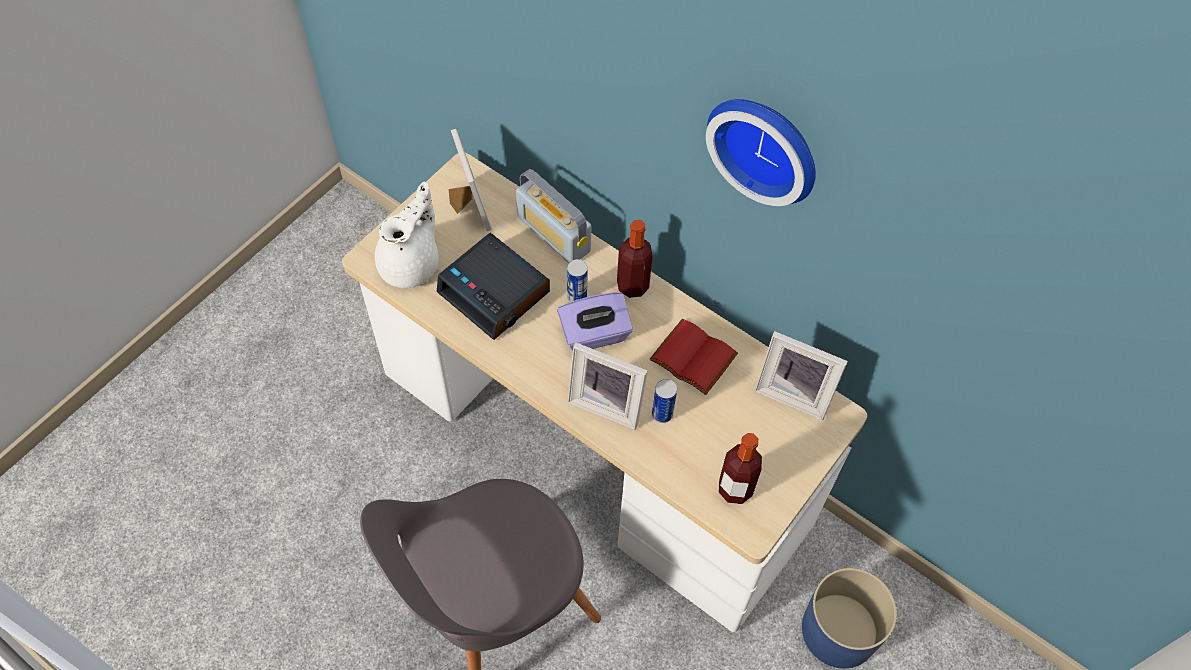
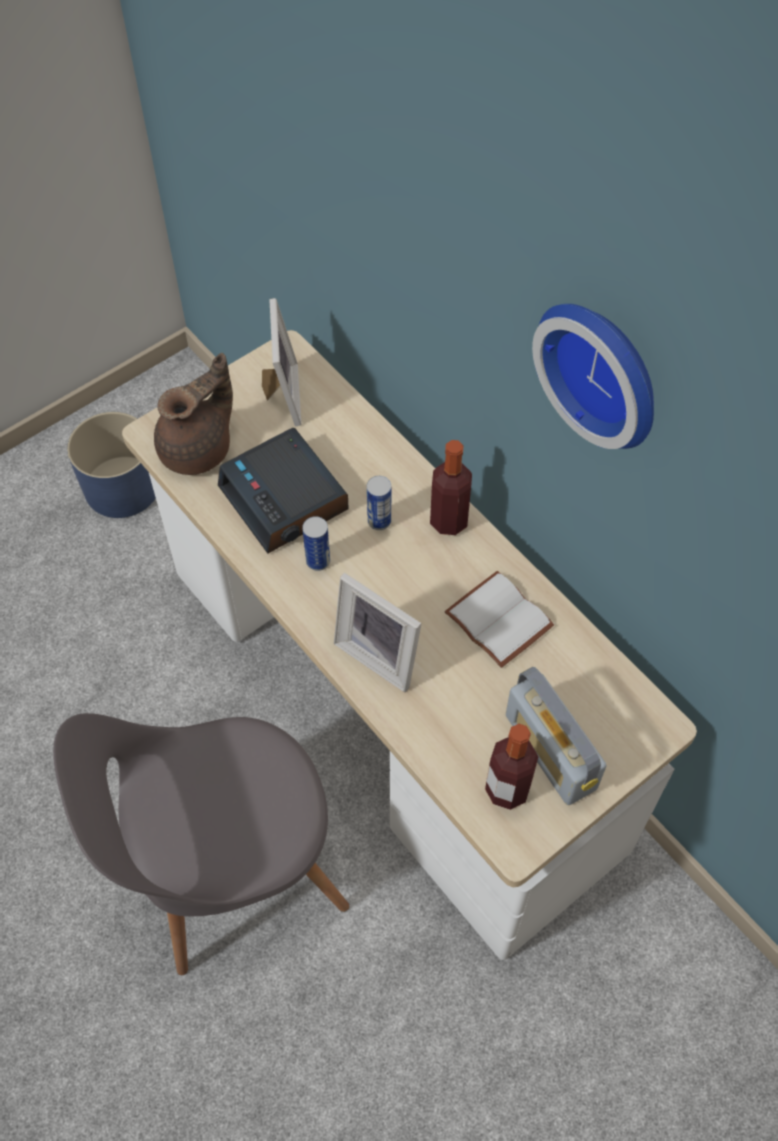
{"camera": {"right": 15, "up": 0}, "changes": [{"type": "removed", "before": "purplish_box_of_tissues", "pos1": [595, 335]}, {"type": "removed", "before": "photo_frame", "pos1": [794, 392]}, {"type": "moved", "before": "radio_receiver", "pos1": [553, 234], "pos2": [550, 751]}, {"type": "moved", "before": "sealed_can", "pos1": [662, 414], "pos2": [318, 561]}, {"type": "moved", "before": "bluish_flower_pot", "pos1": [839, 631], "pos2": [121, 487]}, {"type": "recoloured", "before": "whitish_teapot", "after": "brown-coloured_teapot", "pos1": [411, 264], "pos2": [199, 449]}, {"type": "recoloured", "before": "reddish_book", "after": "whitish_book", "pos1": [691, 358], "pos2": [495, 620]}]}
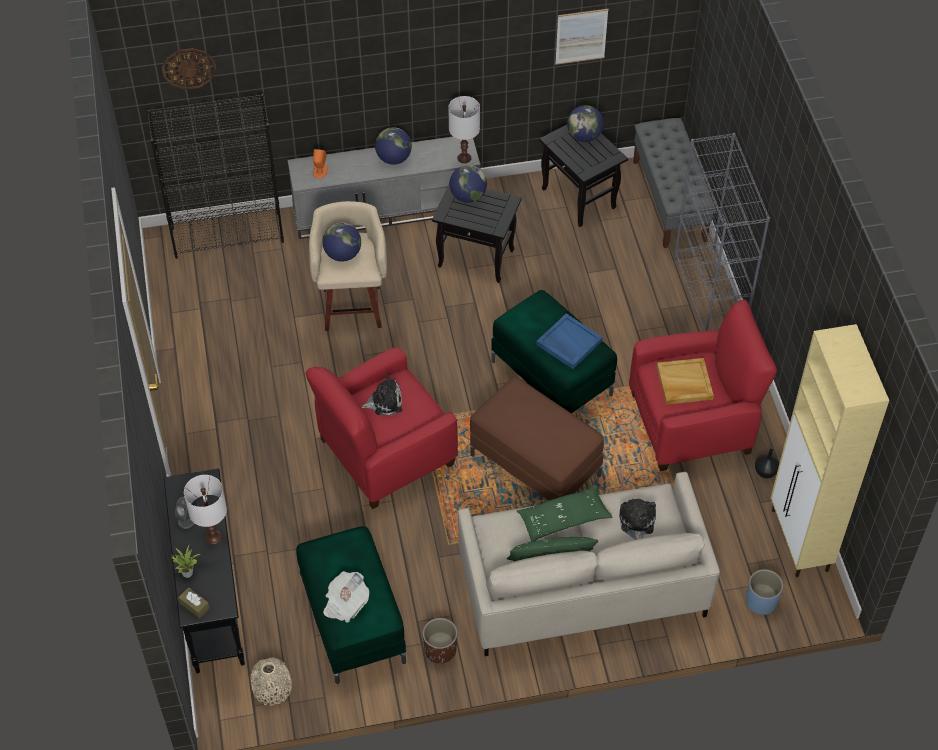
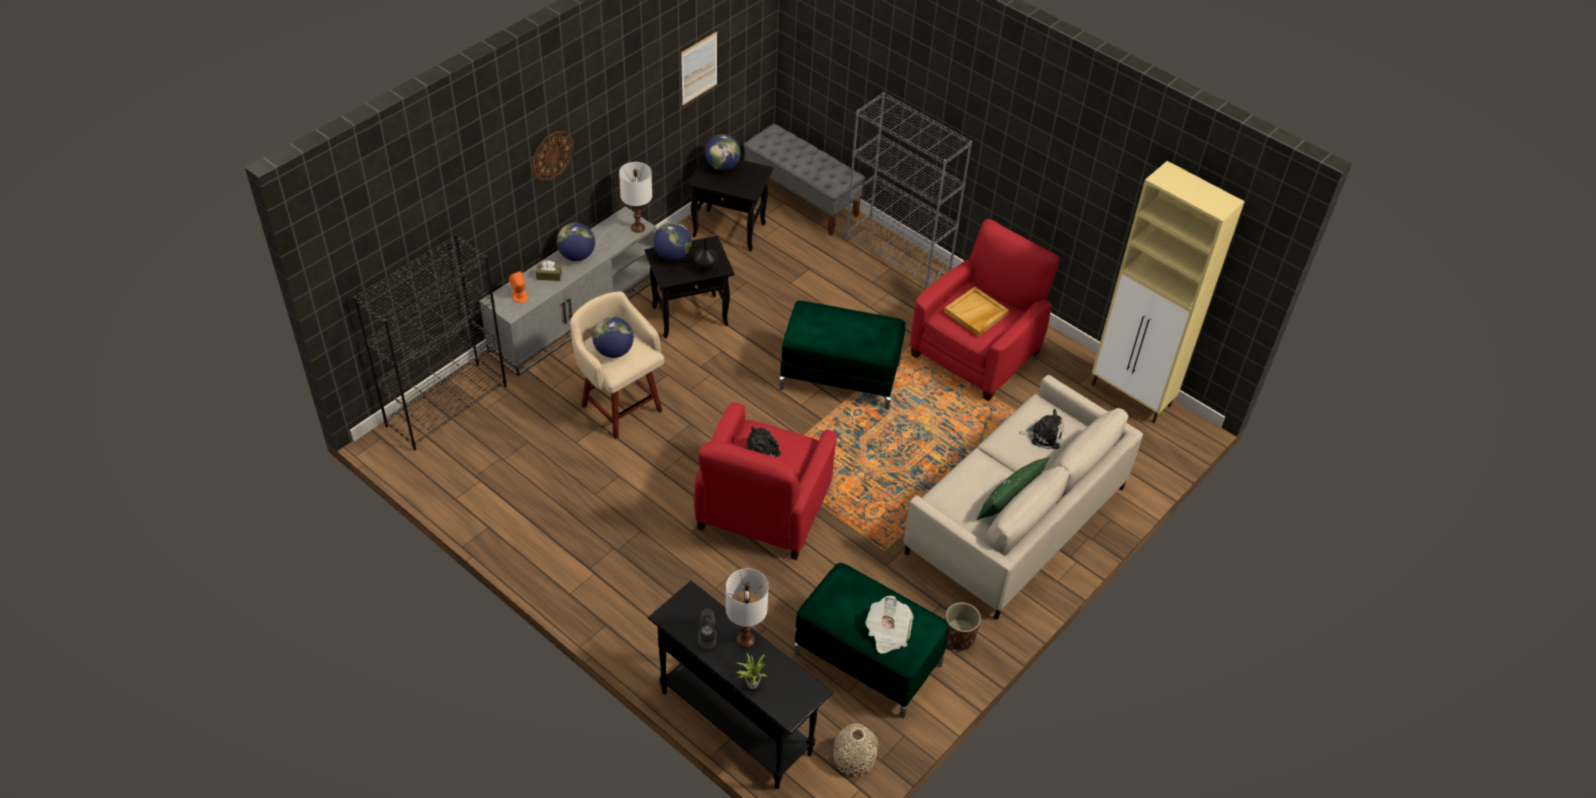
{"camera": {"right": -40, "up": -5}, "changes": [{"type": "removed", "before": "brown-coloured_pouffe", "pos1": [534, 465]}, {"type": "removed", "before": "green-coloured_pillow", "pos1": [563, 519]}, {"type": "removed", "before": "bluish_tray", "pos1": [568, 343]}, {"type": "removed", "before": "bluish_flower_pot", "pos1": [761, 601]}, {"type": "moved", "before": "hanging_clock", "pos1": [189, 68], "pos2": [552, 155]}, {"type": "moved", "before": "brown-coloured_box_of_tissues", "pos1": [194, 605], "pos2": [549, 276]}, {"type": "moved", "before": "blackish_flower_vase", "pos1": [765, 472], "pos2": [705, 267]}, {"type": "turned", "before": "soft_toy", "pos1": [636, 523], "pos2": [1044, 435], "turn": 135}]}
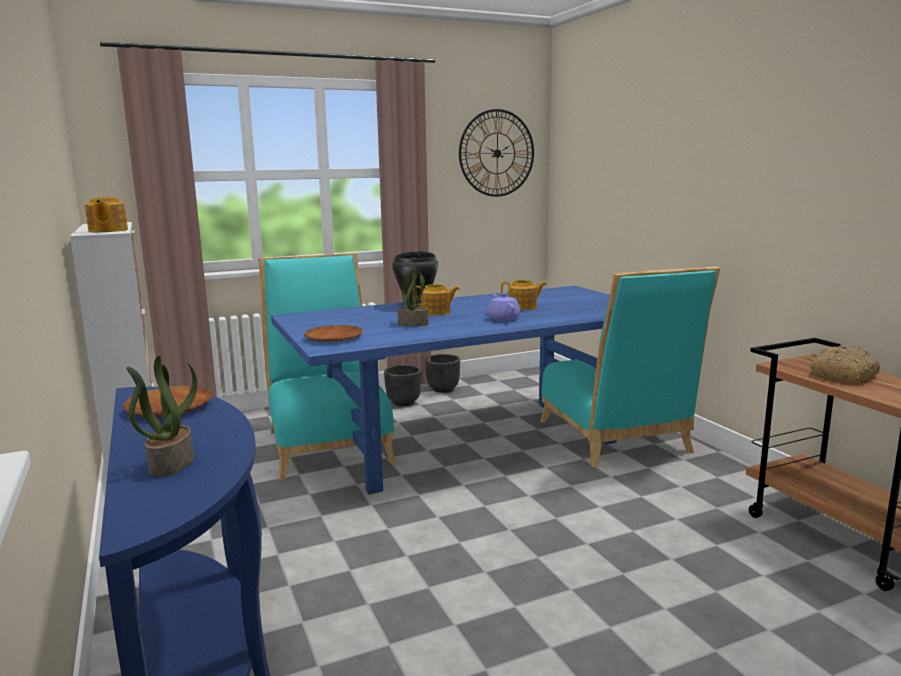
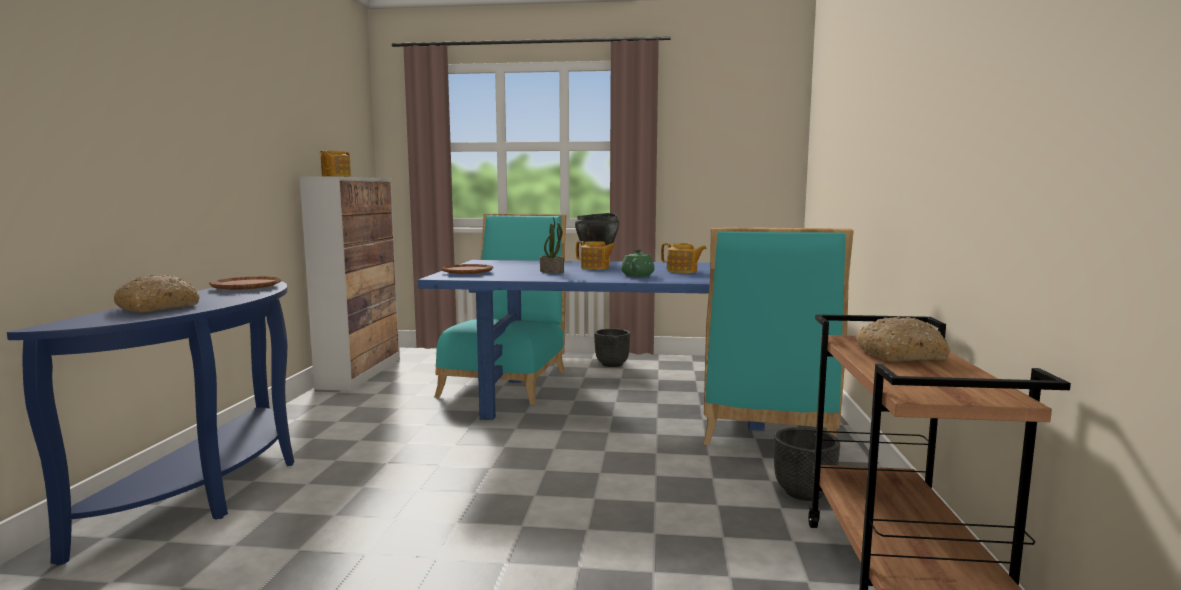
{"camera": {"right": 30, "up": -5}, "changes": [{"type": "removed", "before": "hanging_clock", "pos1": [497, 153]}, {"type": "moved", "before": "blackish_flower_pot", "pos1": [443, 389], "pos2": [804, 492]}, {"type": "replaced", "before": "potted_plant", "after": "baked_bread", "pos1": [170, 463], "pos2": [159, 307]}, {"type": "recoloured", "before": "purplish_teapot", "after": "green-coloured_teapot", "pos1": [503, 318], "pos2": [638, 275]}]}
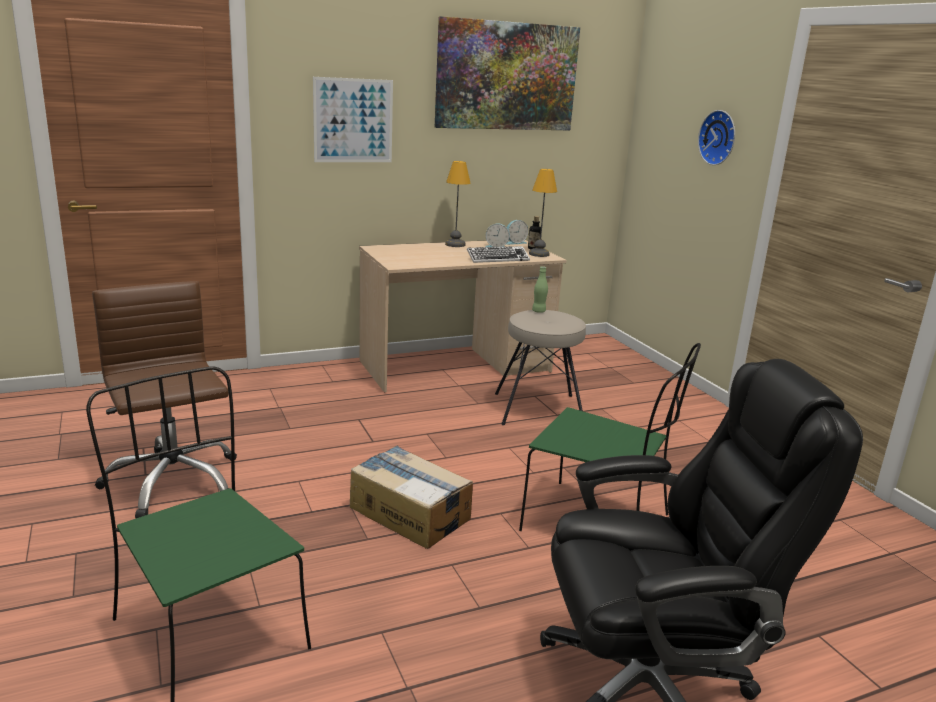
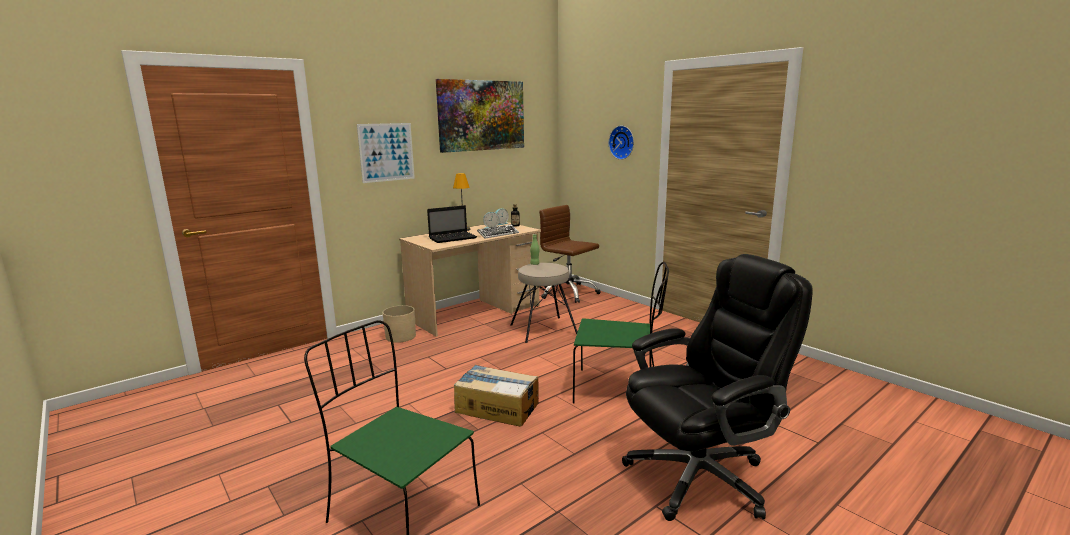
{"camera": {"right": -15, "up": -5}, "changes": [{"type": "removed", "before": "lamp_for_a_table", "pos1": [539, 254]}, {"type": "added", "after": "beige-coloured_flower_pot", "pos2": [400, 336]}, {"type": "added", "after": "portable_computer", "pos2": [453, 238]}, {"type": "moved", "before": "brown-coloured_office_chair", "pos1": [172, 482], "pos2": [568, 293]}]}
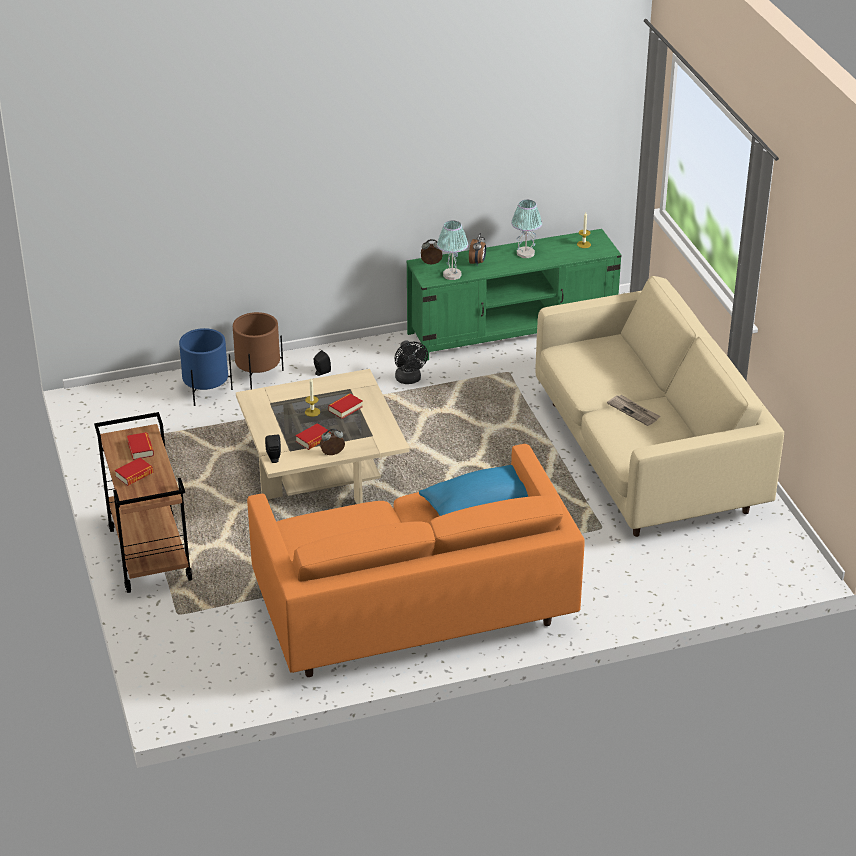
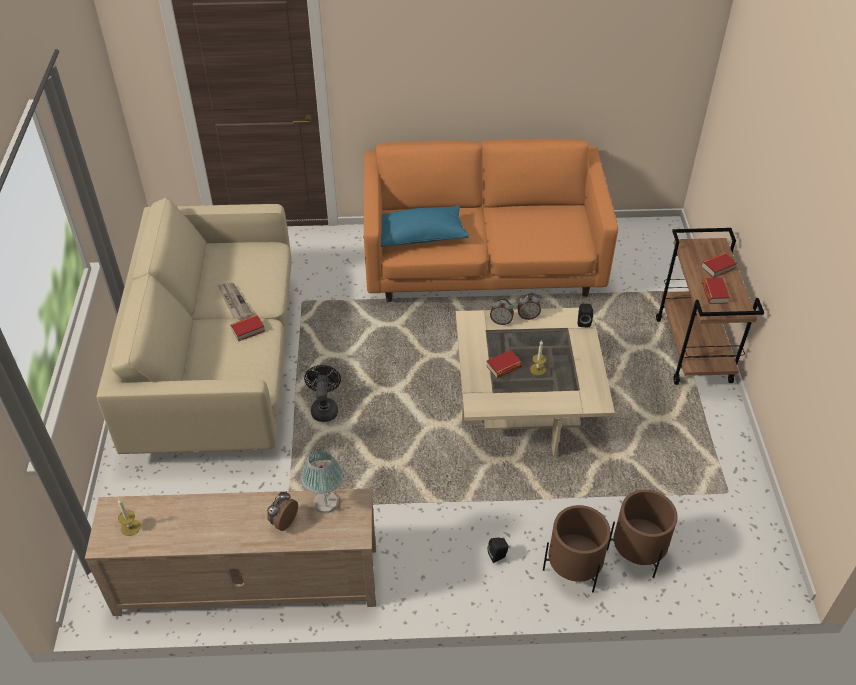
{"camera": {"right": -165, "up": 10}, "changes": [{"type": "removed", "before": "lamp_for_a_table", "pos1": [525, 253]}, {"type": "moved", "before": "book", "pos1": [313, 440], "pos2": [248, 330]}, {"type": "moved", "before": "blackish_electric_fan", "pos1": [409, 380], "pos2": [324, 408]}, {"type": "moved", "before": "bedside_clock", "pos1": [431, 263], "pos2": [501, 321]}, {"type": "recoloured", "before": "bluish_flower_pot", "after": "brown-coloured_flower_pot", "pos1": [206, 391], "pos2": [637, 553]}, {"type": "recoloured", "before": "green-coloured_media_console", "after": "beige-coloured_media_console", "pos1": [512, 330], "pos2": [246, 581]}]}
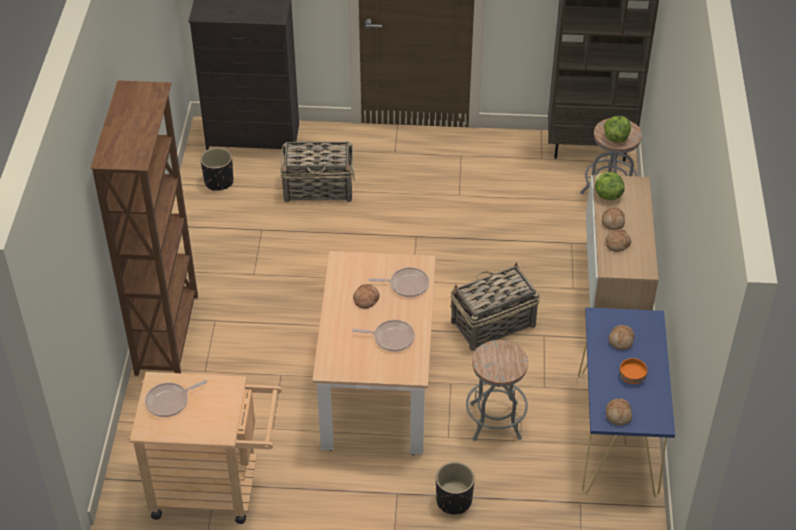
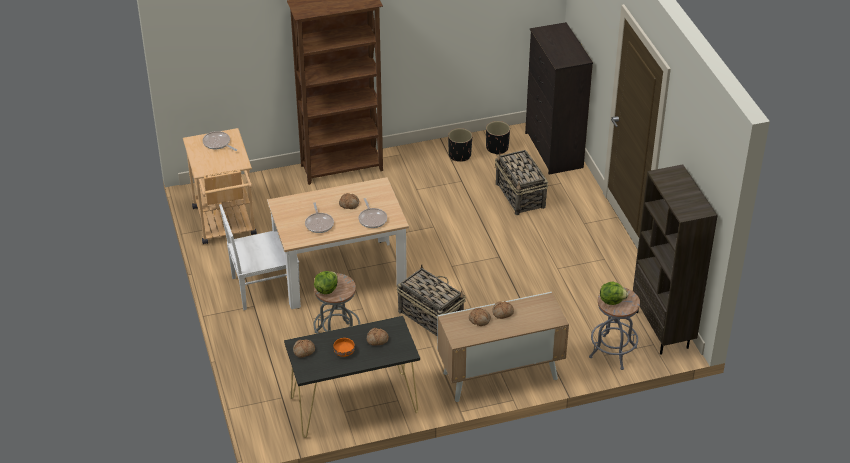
{"camera": {"right": 70, "up": -5}, "changes": [{"type": "added", "after": "whitish_chair", "pos2": [263, 288]}, {"type": "moved", "before": "blackish_flower_pot", "pos1": [454, 500], "pos2": [459, 155]}, {"type": "moved", "before": "lettuce", "pos1": [607, 195], "pos2": [326, 289]}, {"type": "recoloured", "before": "bluish_narrow_table", "after": "blackish_narrow_table", "pos1": [617, 434], "pos2": [353, 405]}]}
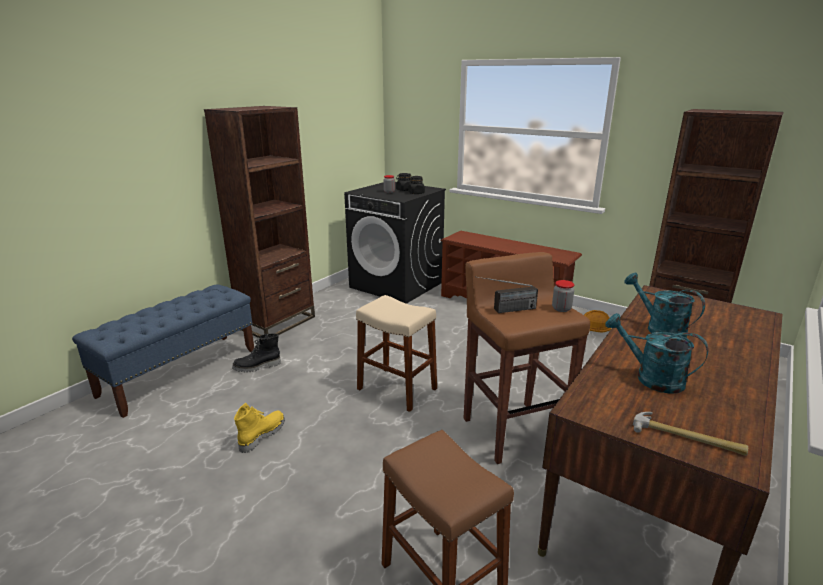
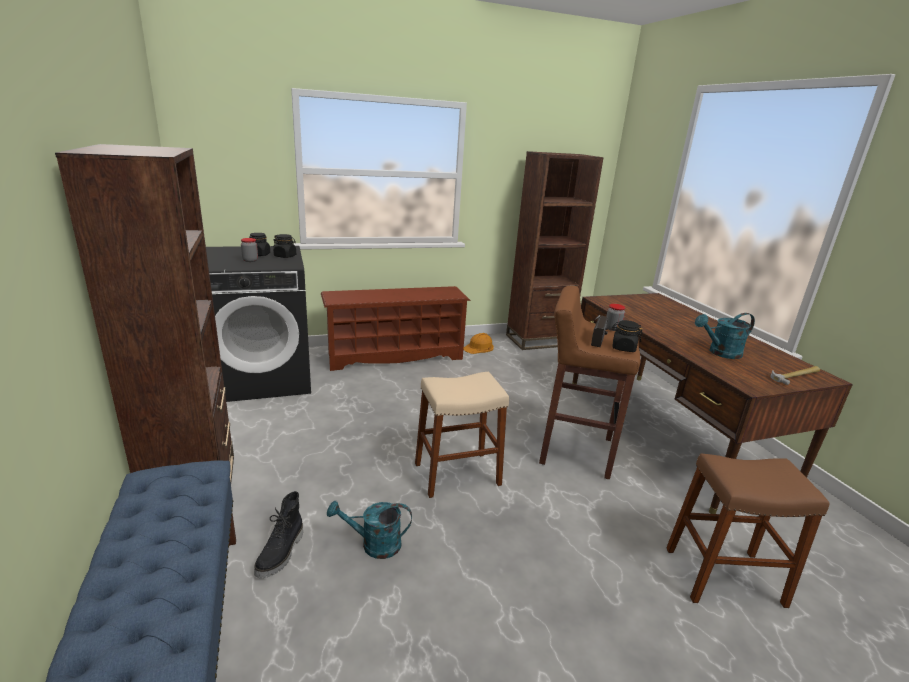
{"camera": {"right": -55, "up": 0}, "changes": [{"type": "removed", "before": "yellow-coloured_tall_boot", "pos1": [262, 435]}, {"type": "added", "after": "blackish_preserve_jar", "pos2": [623, 348]}, {"type": "moved", "before": "turquoise_watering_pot", "pos1": [659, 328], "pos2": [374, 544]}]}
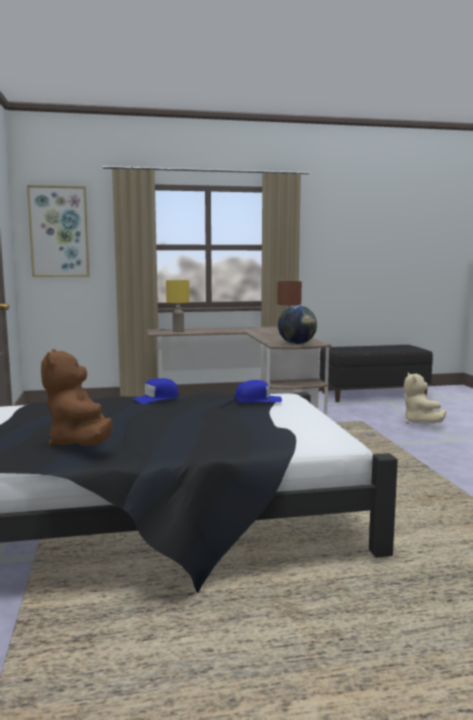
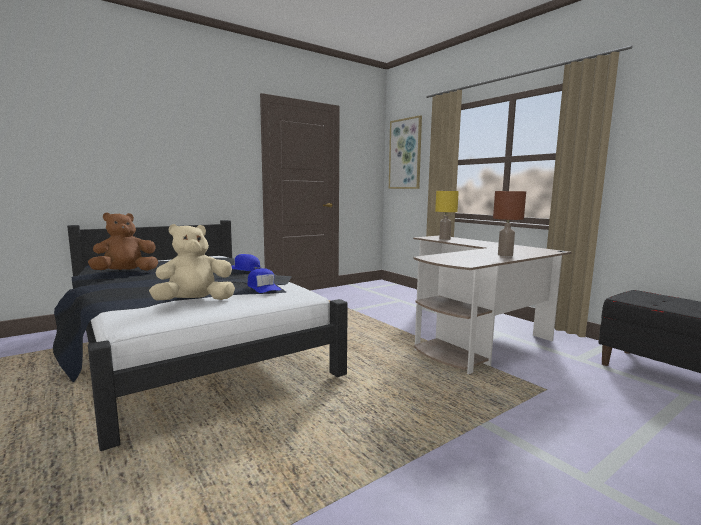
{"camera": {"right": 65, "up": 0}, "changes": [{"type": "removed", "before": "world_globe", "pos1": [297, 344]}, {"type": "moved", "before": "beige-coloured_soft_toy", "pos1": [420, 422], "pos2": [195, 302]}]}
